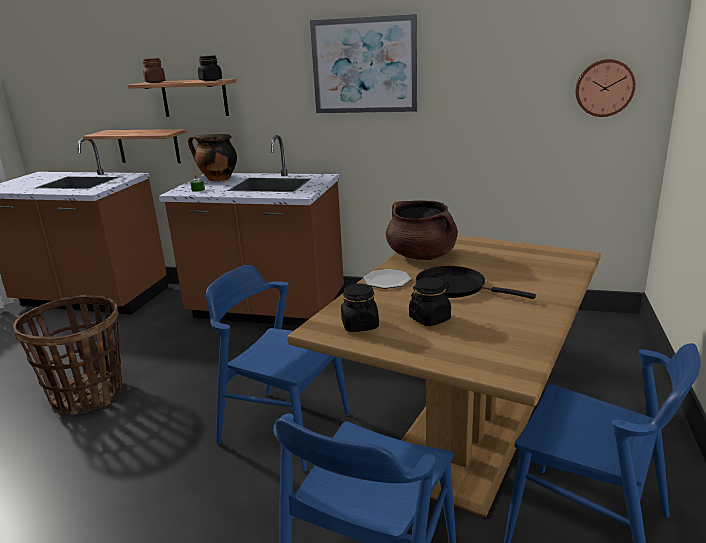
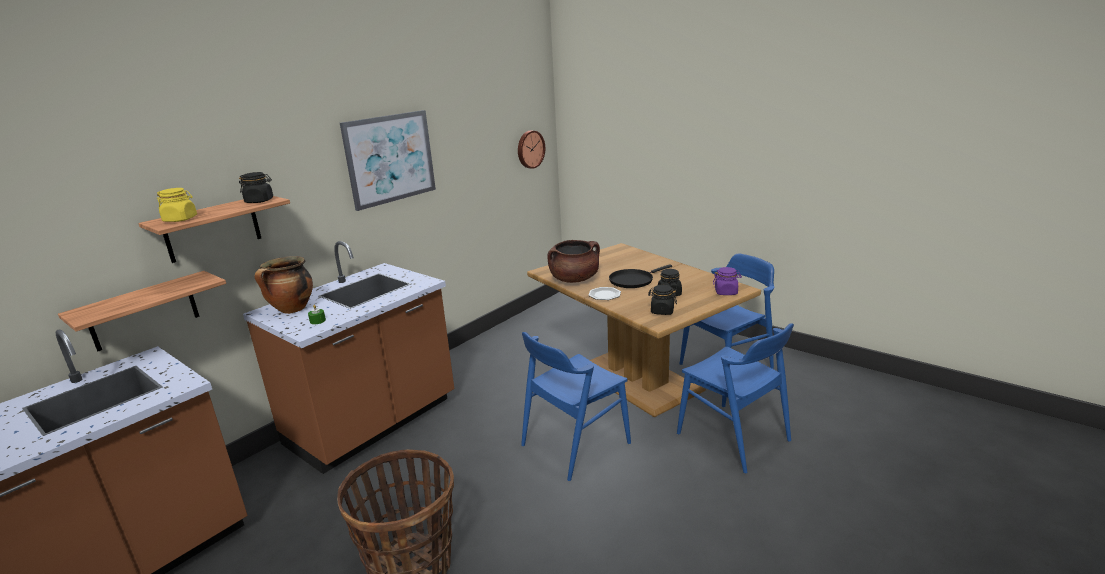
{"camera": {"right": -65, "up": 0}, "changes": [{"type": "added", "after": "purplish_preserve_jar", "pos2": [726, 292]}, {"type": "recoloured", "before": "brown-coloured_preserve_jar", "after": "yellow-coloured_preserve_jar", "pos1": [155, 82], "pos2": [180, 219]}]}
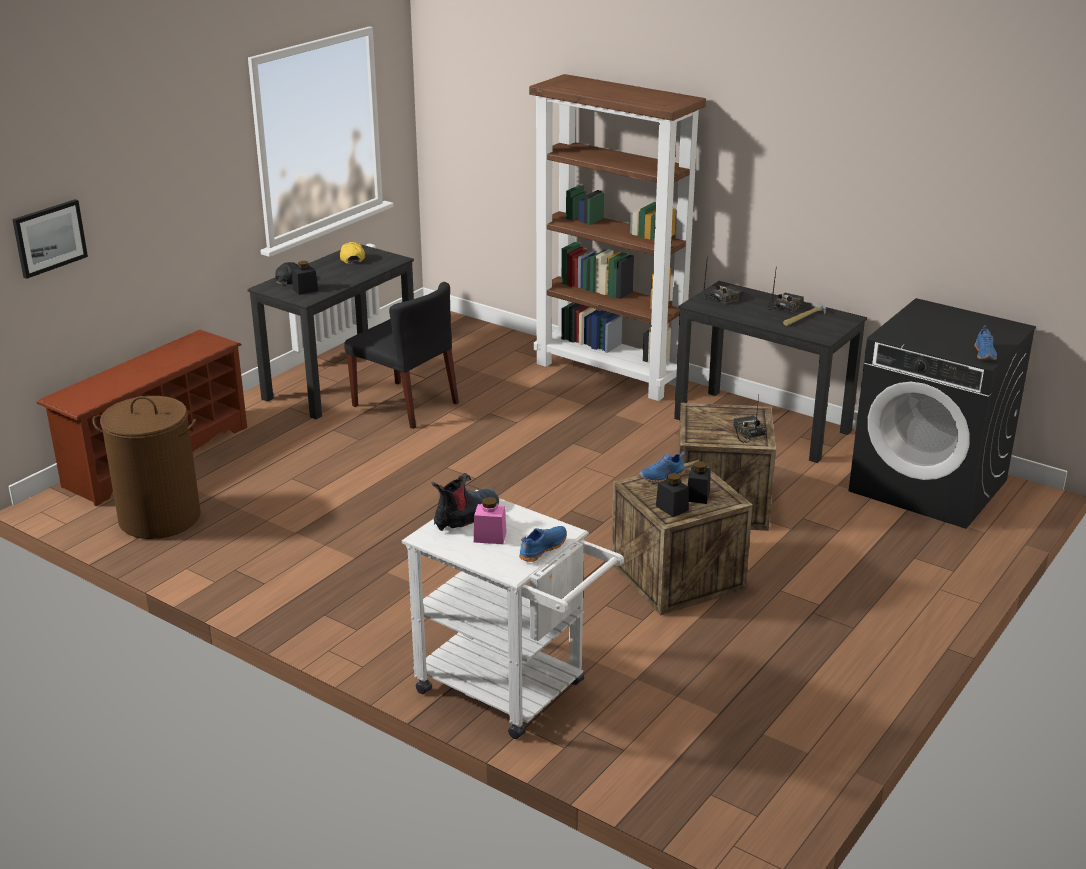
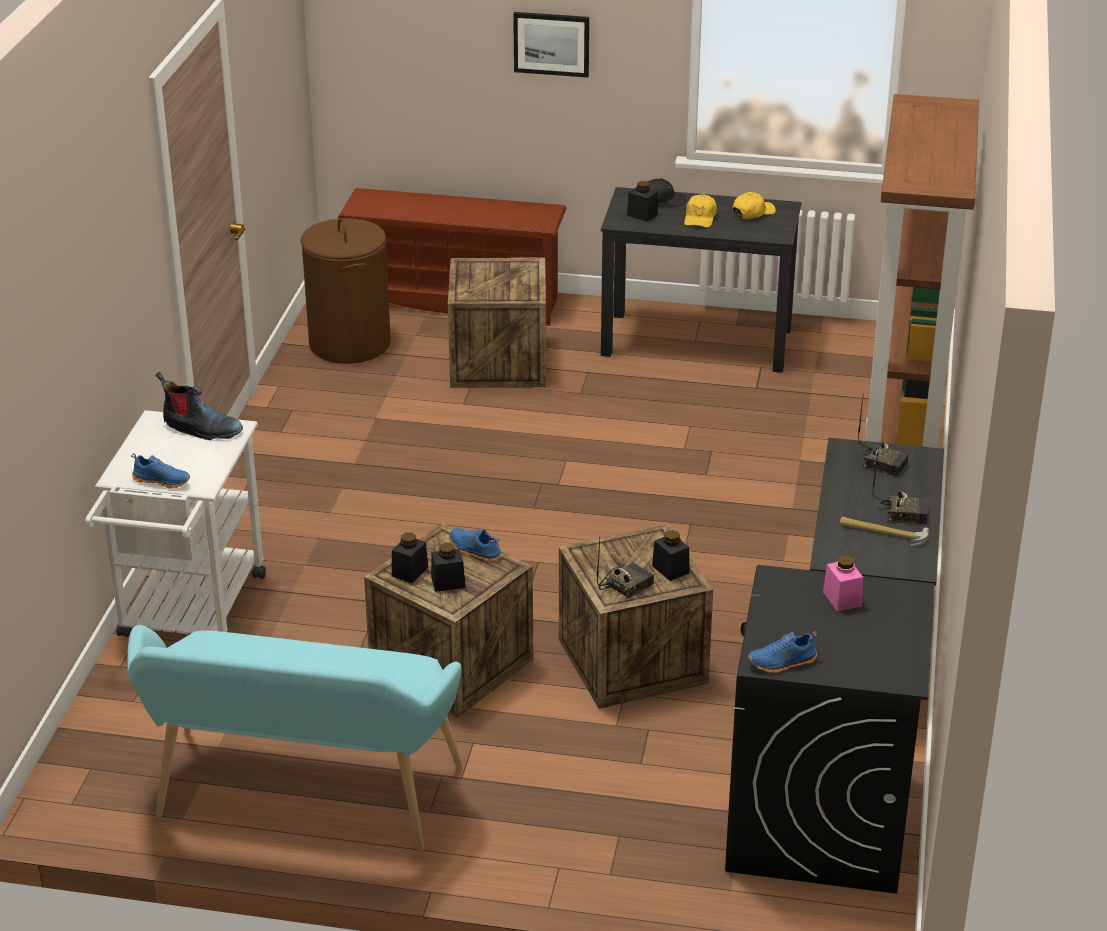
{"camera": {"right": 65, "up": 5}, "changes": [{"type": "removed", "before": "blackish_chair", "pos1": [406, 404]}, {"type": "added", "after": "turquoise_indoor_bench", "pos2": [301, 800]}, {"type": "added", "after": "crate", "pos2": [498, 363]}, {"type": "added", "after": "blackish_preserve_jar", "pos2": [670, 569]}, {"type": "added", "after": "yellow-coloured_baseball_cap", "pos2": [700, 218]}, {"type": "moved", "before": "picture", "pos1": [49, 238], "pos2": [551, 43]}, {"type": "moved", "before": "pinkish_preserve_jar", "pos1": [490, 537], "pos2": [842, 599]}]}
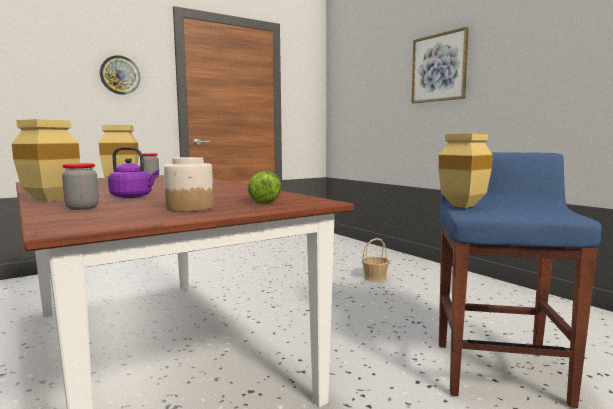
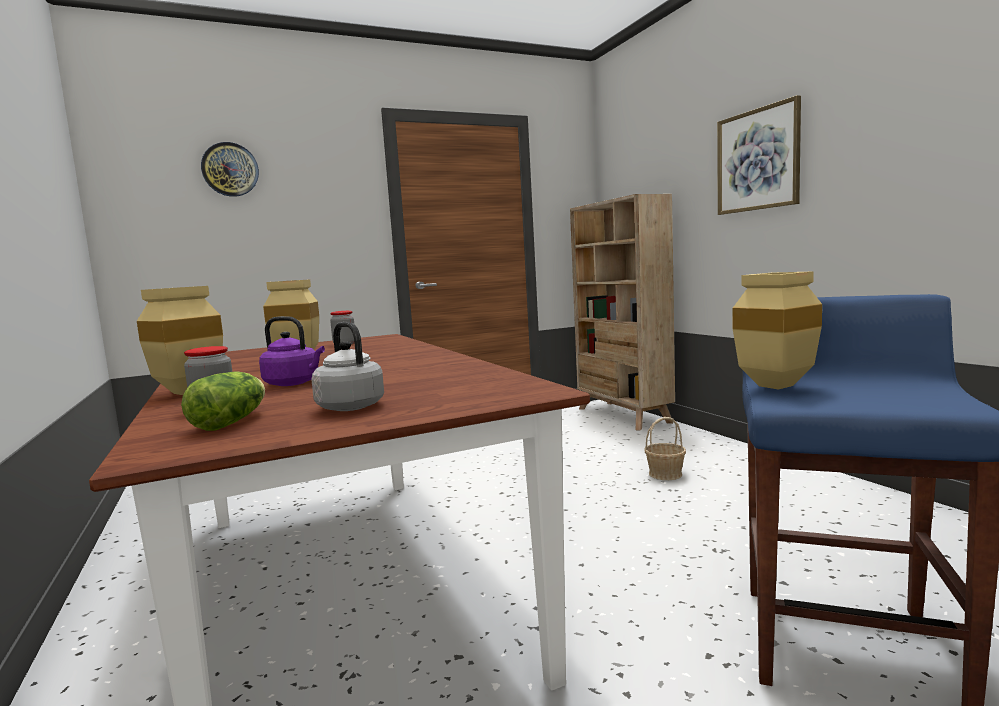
{"camera": {"right": 10, "up": 0}, "changes": [{"type": "added", "after": "beige-coloured_bookshelf", "pos2": [623, 415]}, {"type": "moved", "before": "hanging_clock", "pos1": [120, 75], "pos2": [230, 169]}, {"type": "moved", "before": "lettuce", "pos1": [266, 200], "pos2": [233, 421]}, {"type": "replaced", "before": "preserve_jar", "after": "grey_water_kettle", "pos1": [189, 208], "pos2": [348, 406]}]}
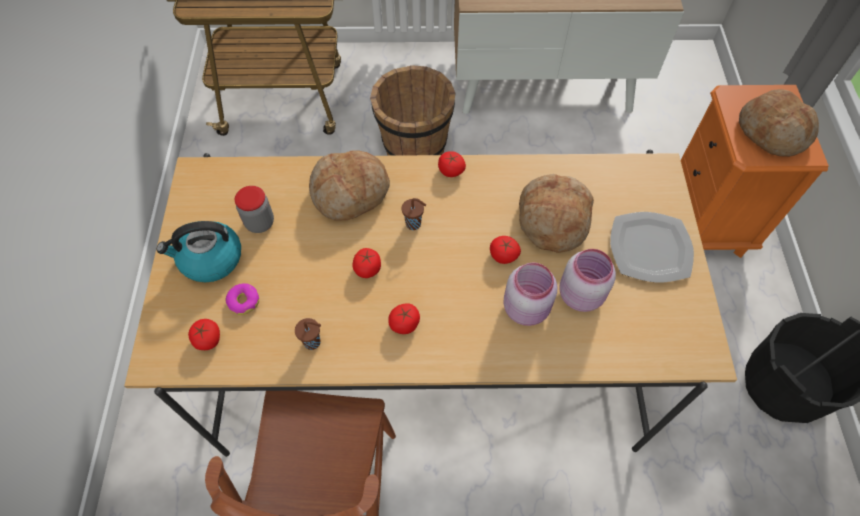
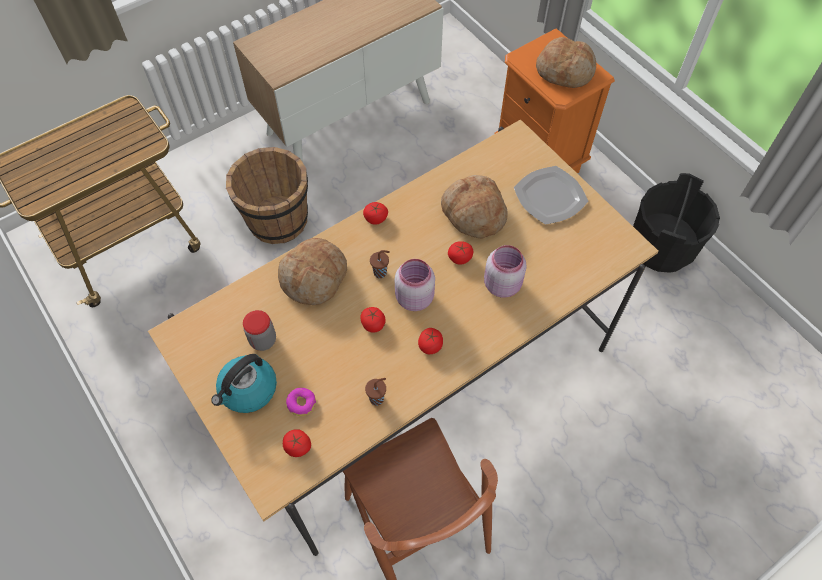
{"camera": {"right": -35, "up": 0}, "changes": [{"type": "moved", "before": "pinkish_preserve_jar", "pos1": [580, 294], "pos2": [414, 297]}]}
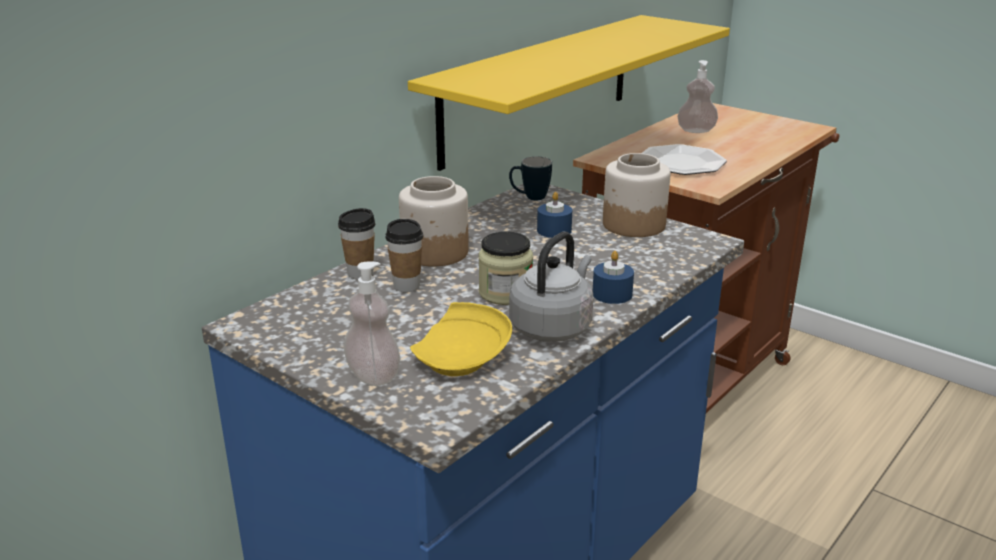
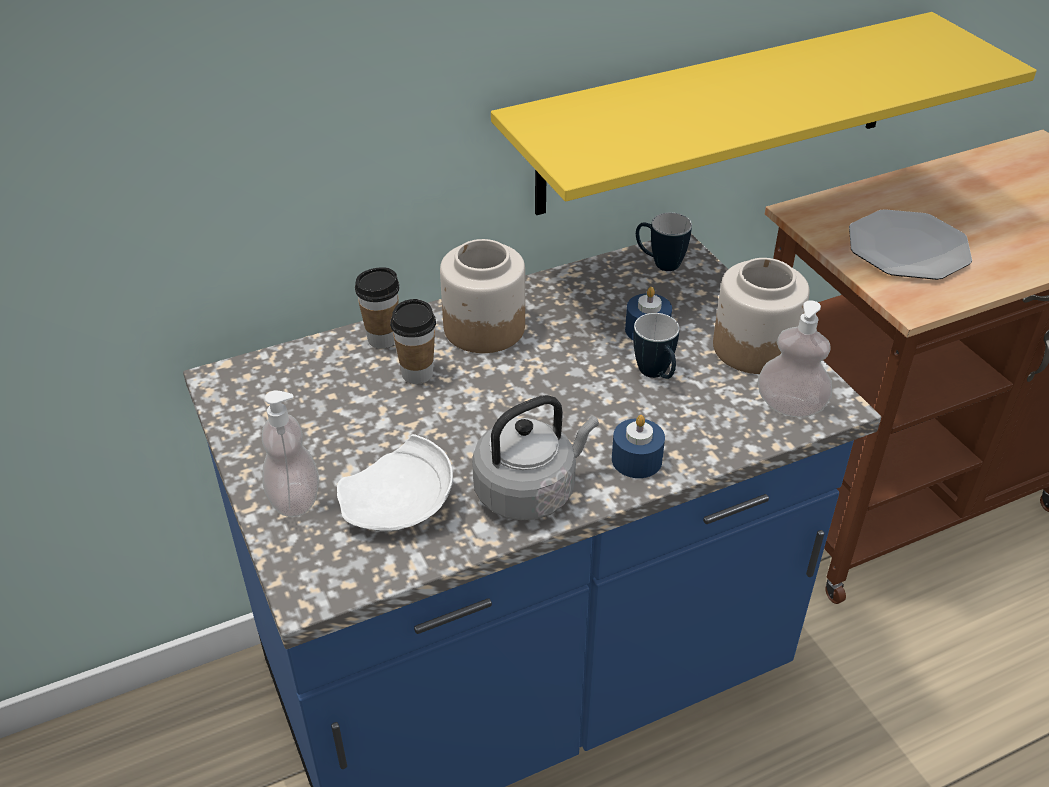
{"camera": {"right": 25, "up": 15}, "changes": [{"type": "removed", "before": "preserve_jar", "pos1": [505, 293]}, {"type": "added", "after": "tea_mug", "pos2": [656, 375]}, {"type": "moved", "before": "liquid_soap_bottle", "pos1": [696, 131], "pos2": [790, 406]}, {"type": "recoloured", "before": "yellow-coloured_flat_dish", "after": "whitish_flat_dish", "pos1": [463, 358], "pos2": [399, 506]}]}
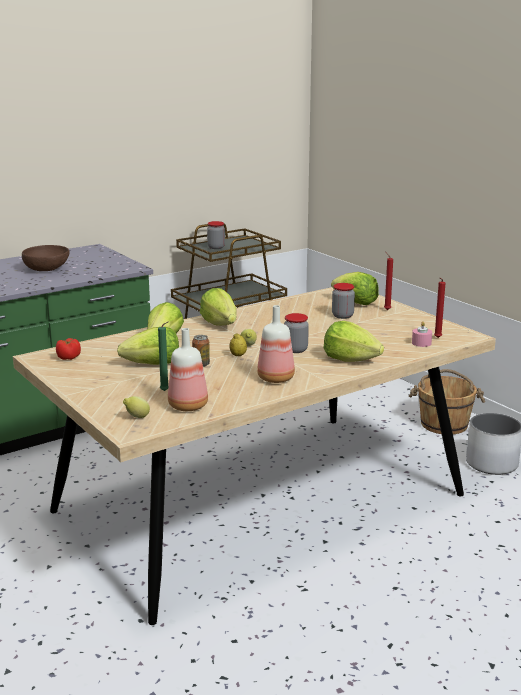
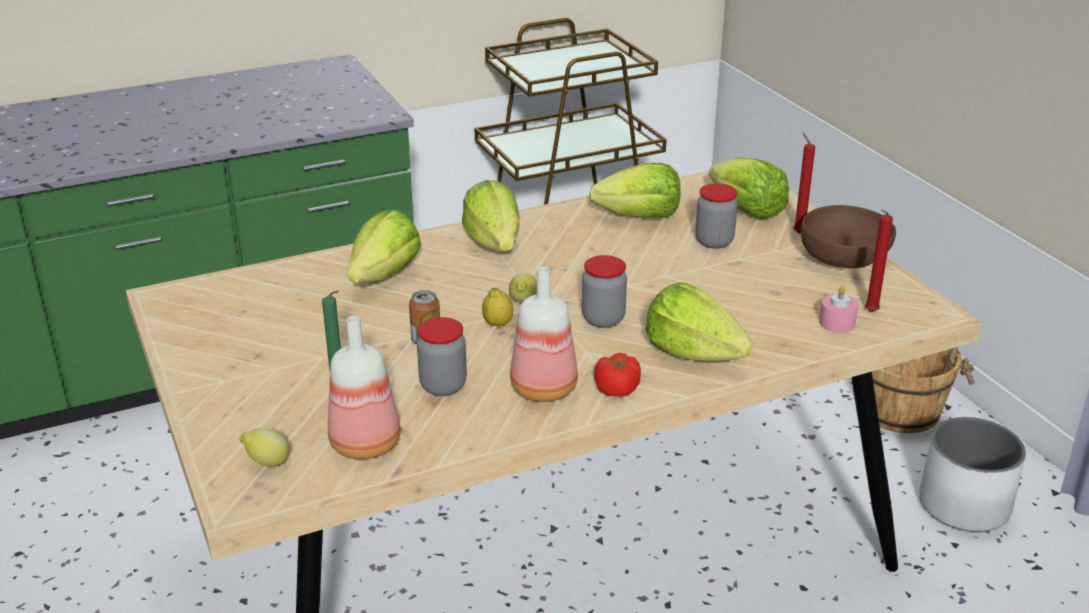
{"camera": {"right": 10, "up": 10}, "changes": [{"type": "moved", "before": "brown-coloured_bowl", "pos1": [47, 269], "pos2": [844, 259]}, {"type": "moved", "before": "fresh_tomato", "pos1": [69, 357], "pos2": [617, 390]}, {"type": "moved", "before": "lettuce", "pos1": [153, 364], "pos2": [640, 216]}, {"type": "moved", "before": "preserve_jar", "pos1": [216, 247], "pos2": [443, 386]}]}
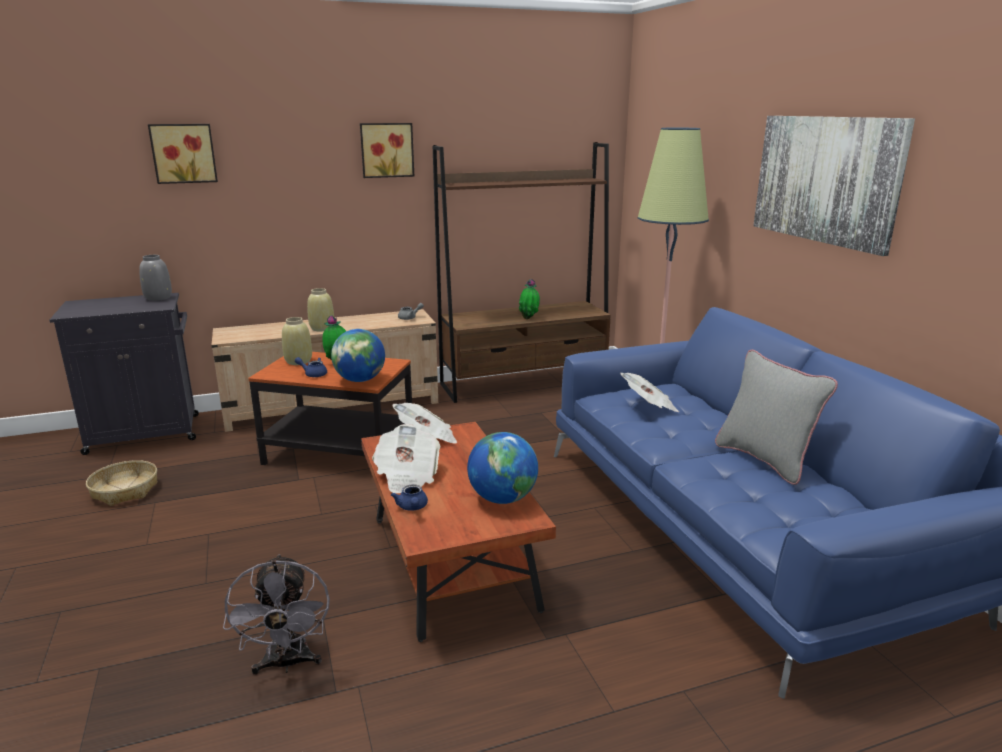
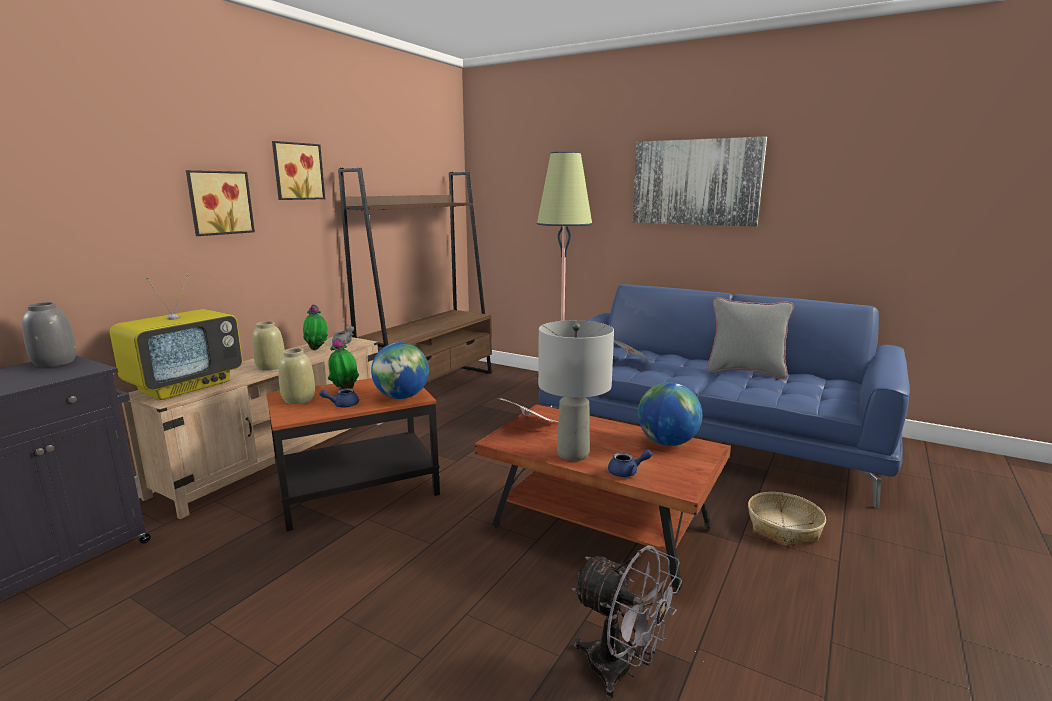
{"camera": {"right": -40, "up": -5}, "changes": [{"type": "added", "after": "television", "pos2": [186, 386]}, {"type": "moved", "before": "household_basket", "pos1": [125, 490], "pos2": [784, 527]}, {"type": "moved", "before": "picture", "pos1": [183, 153], "pos2": [219, 202]}, {"type": "moved", "before": "potted_plant", "pos1": [529, 319], "pos2": [317, 349]}, {"type": "replaced", "before": "newspaper", "after": "grey_lamp_for_a_table", "pos1": [407, 475], "pos2": [573, 454]}, {"type": "turned", "before": "bluish_teapot", "pos1": [412, 507], "pos2": [627, 472], "turn": -45}]}
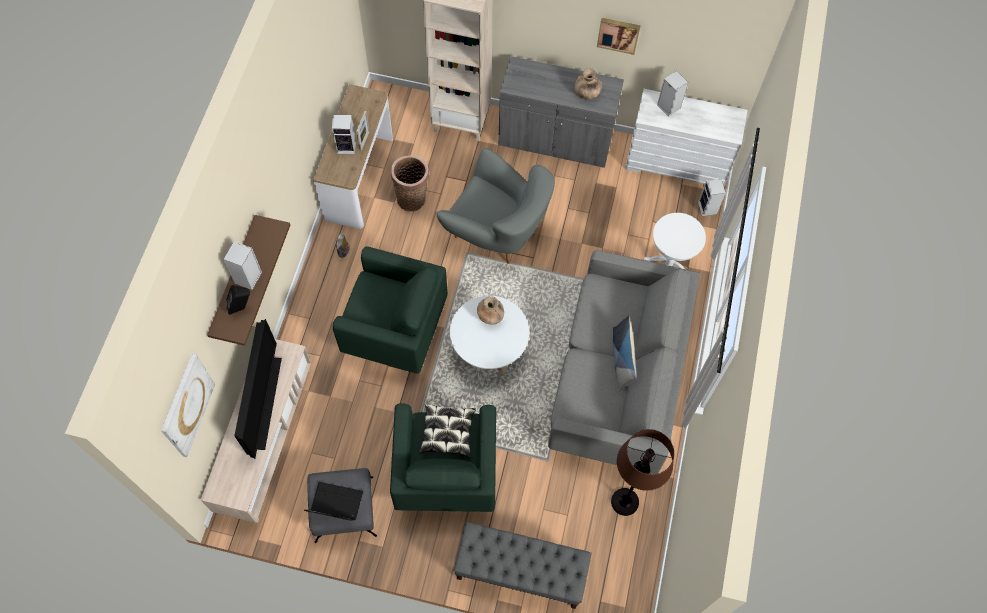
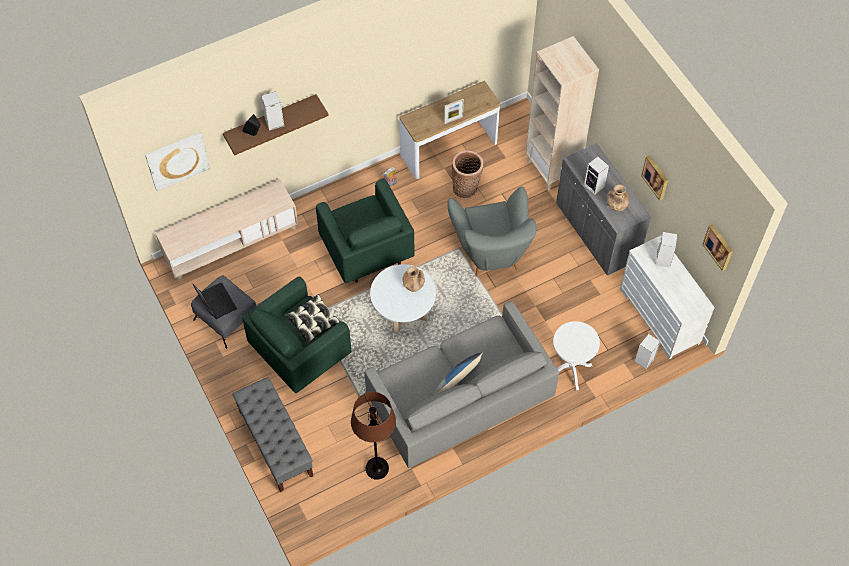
{"camera": {"right": 50, "up": -5}, "changes": [{"type": "removed", "before": "television", "pos1": [264, 402]}, {"type": "added", "after": "picture", "pos2": [719, 246]}, {"type": "moved", "before": "loudspeaker", "pos1": [347, 146], "pos2": [595, 186]}]}
